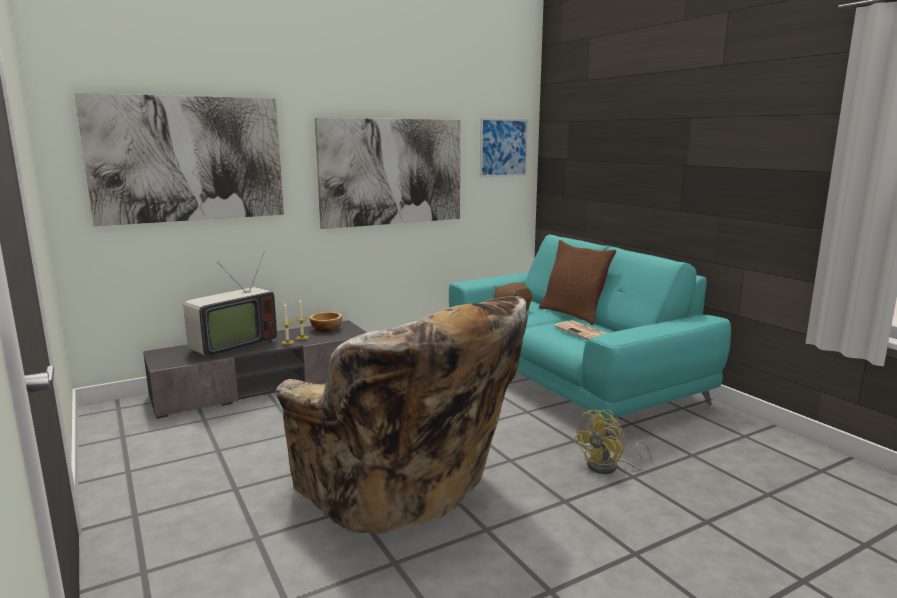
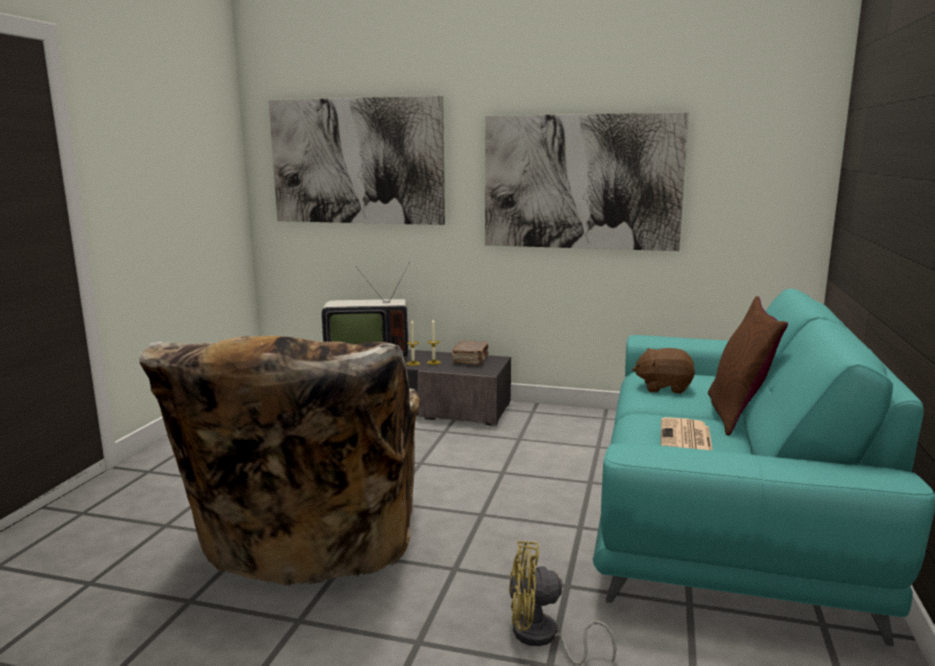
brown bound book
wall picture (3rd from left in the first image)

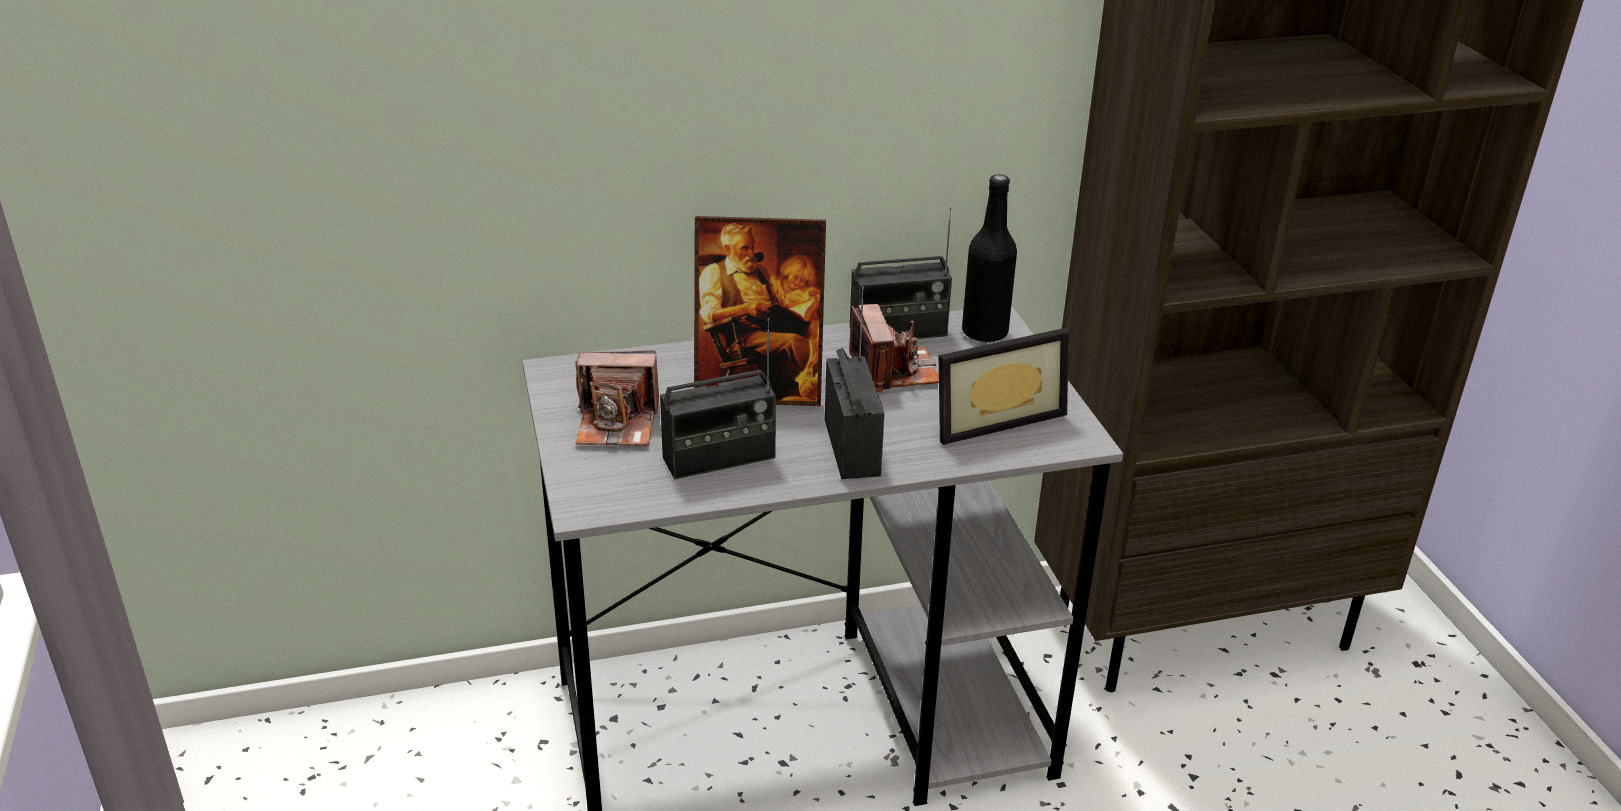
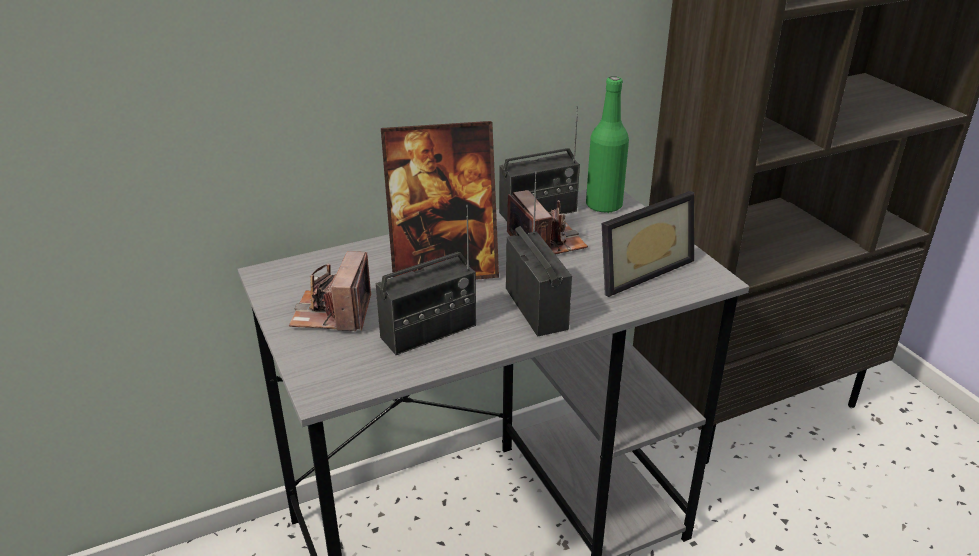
photo camera (1st from left)
greenish bottle

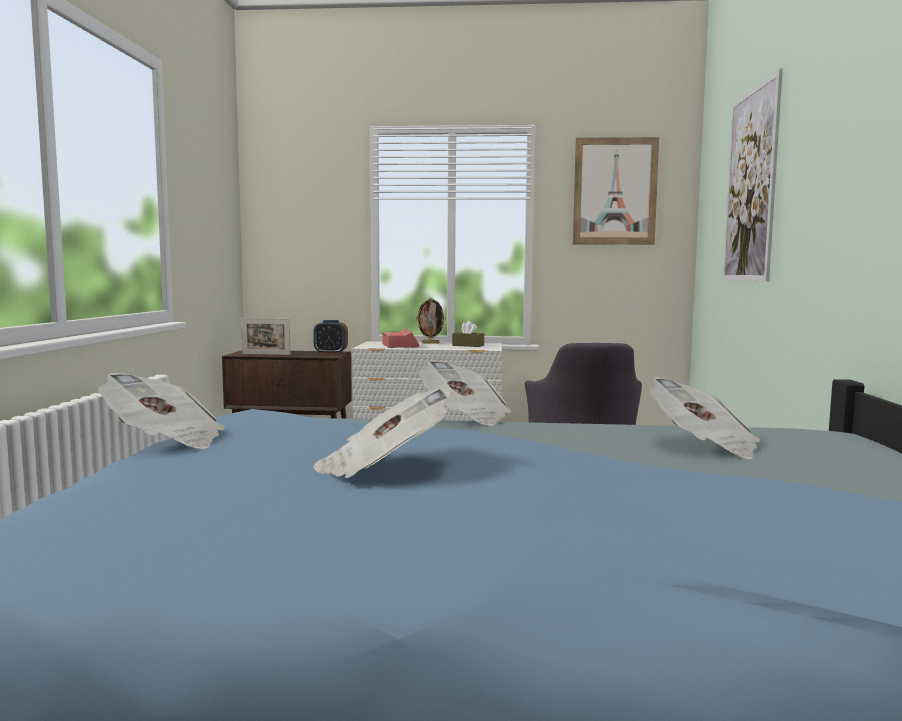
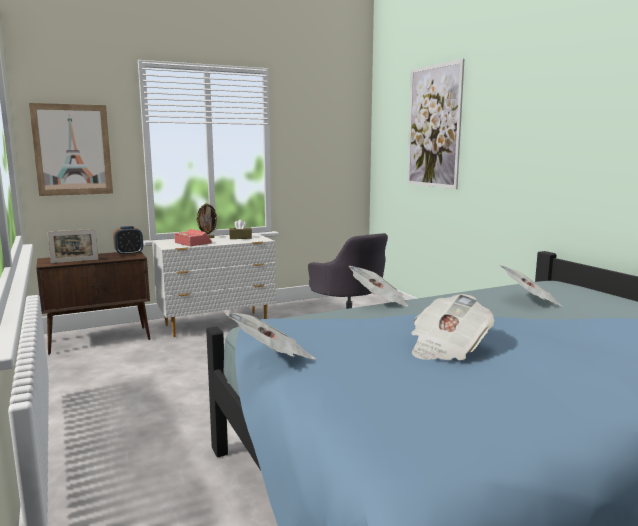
wall picture (1st from left)

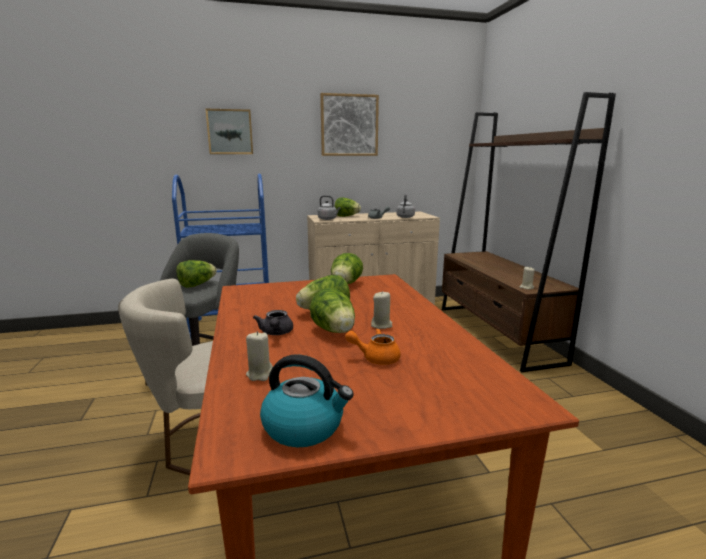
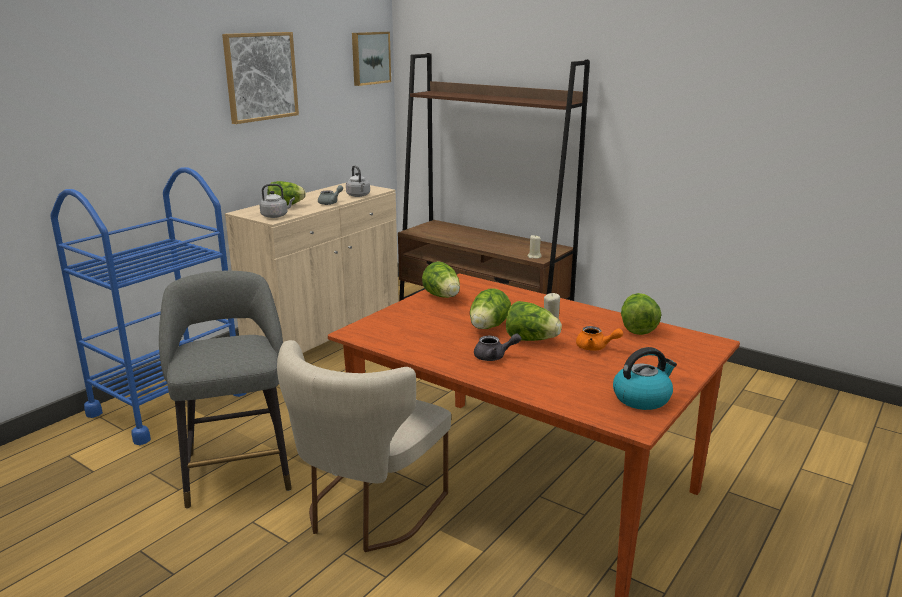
wall picture (2nd from left)
gray pot for tea (2nd from left)
orangey pot for tea
lettuce head (5th from left)
beige wax candle (1st from left in the first image)

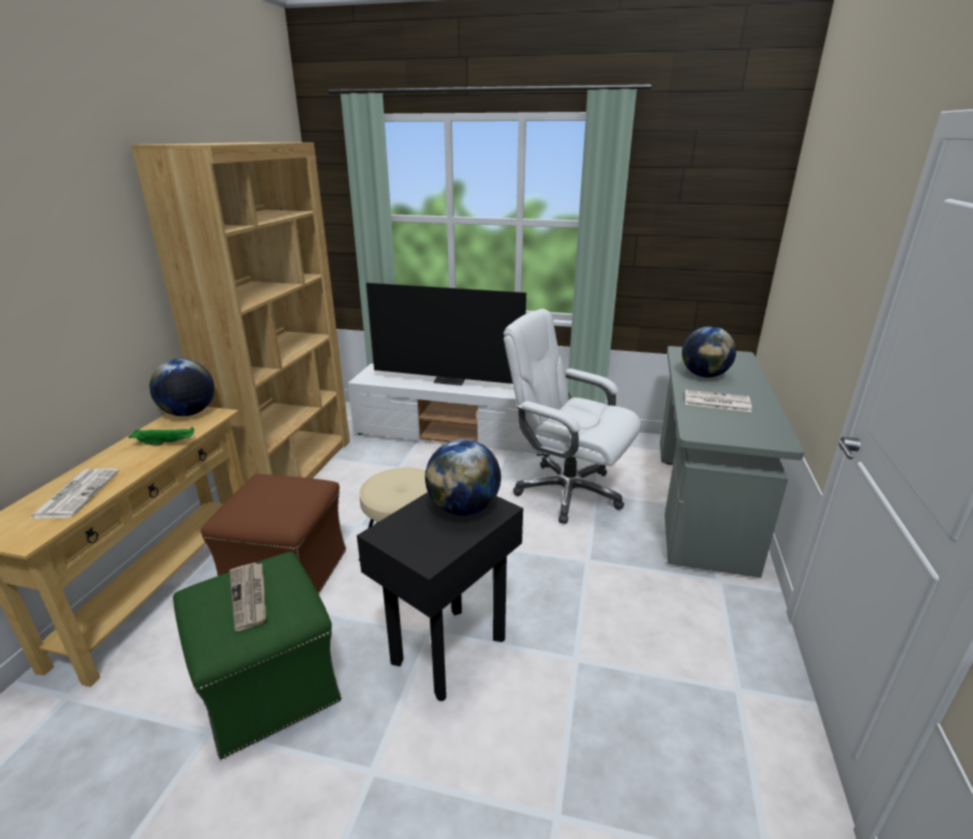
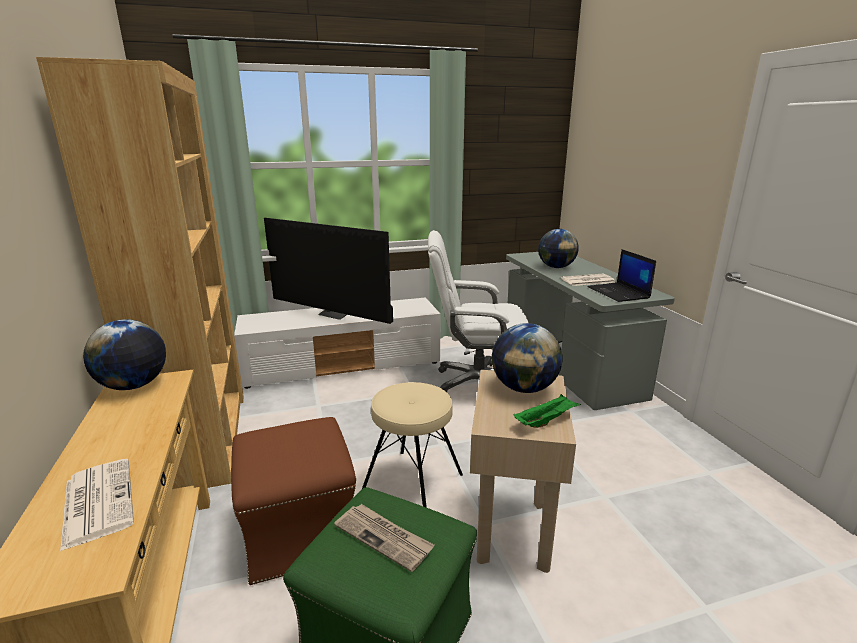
TV set
beige side table
greenish serving tray
portable computer

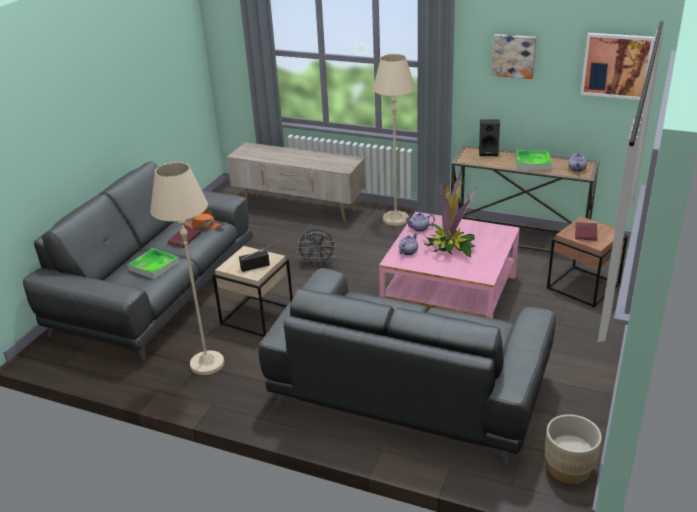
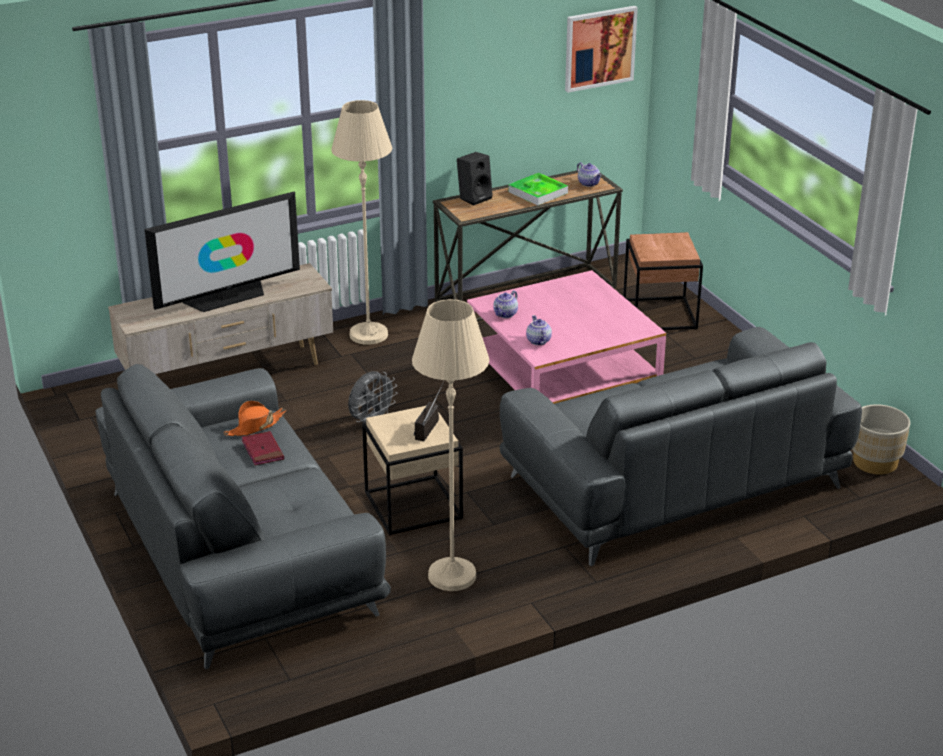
TV set
serving tray (1st from left in the first image)
potted plant
wall picture (1st from left in the first image)
red-coloured bound book (2nd from left in the first image)

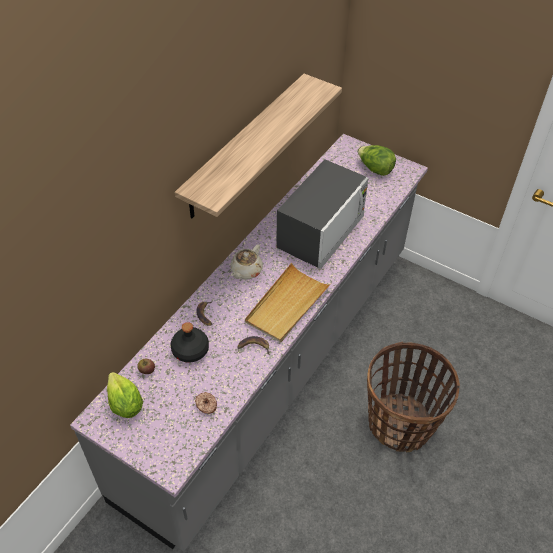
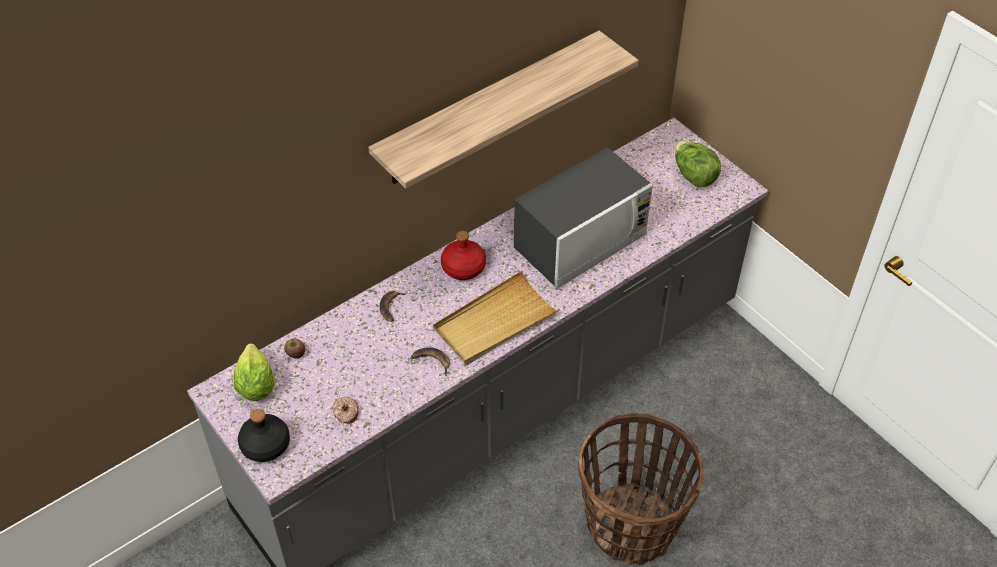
black-coloured bottle
red-coloured bottle

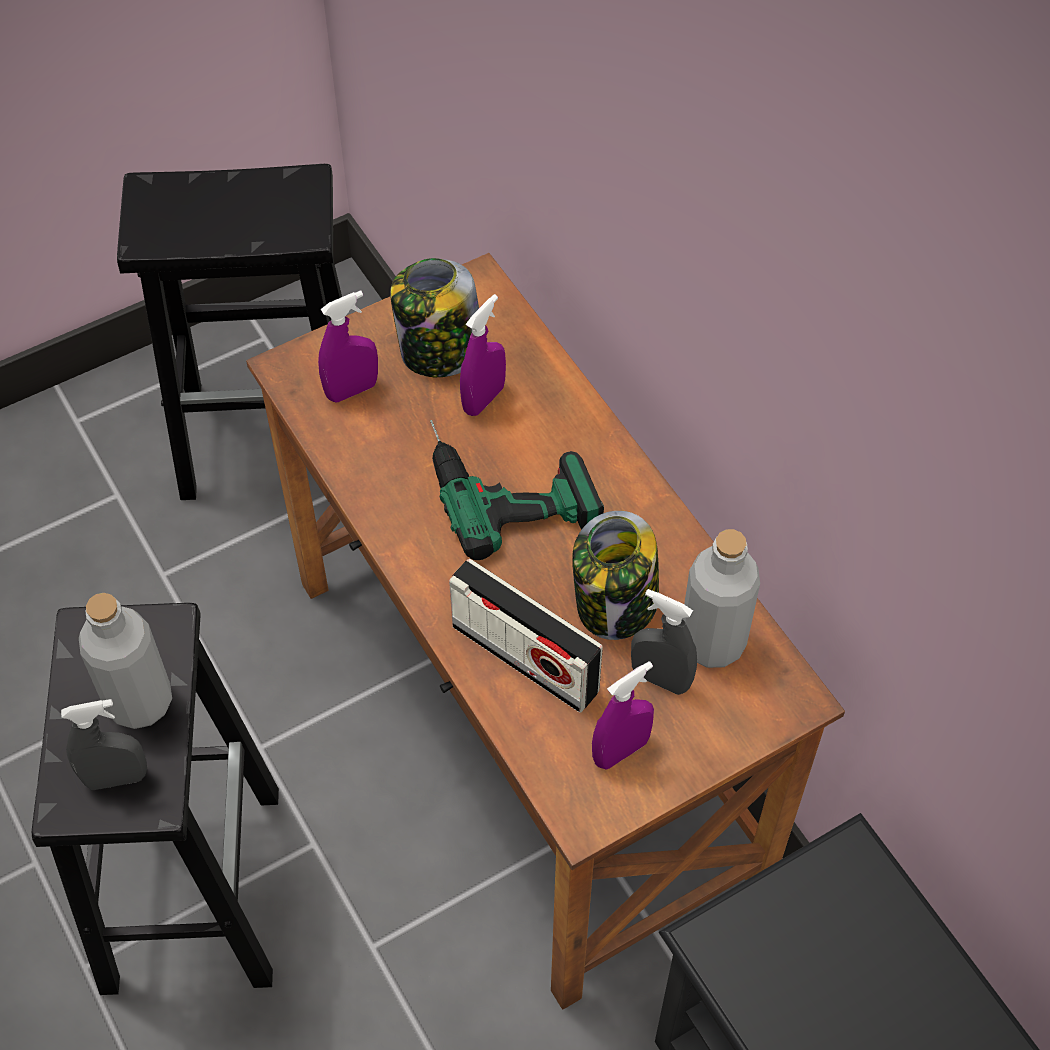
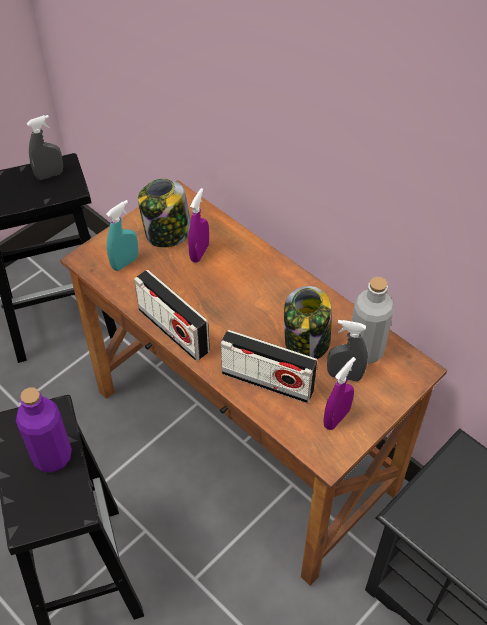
purplish bottle
gray hand sprayer (1st from left)
turquoise-coloured hand sprayer
radio receiver (1st from left)
electric drill

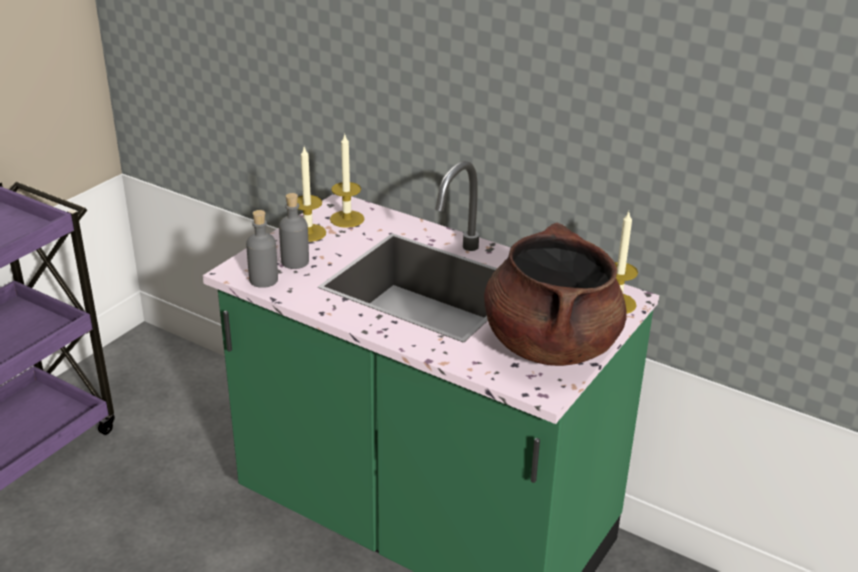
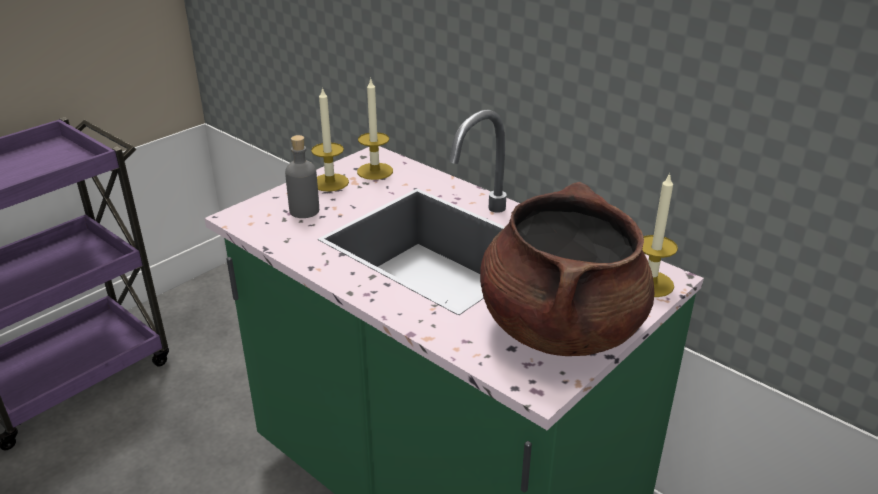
gray bottle (1st from left in the first image)

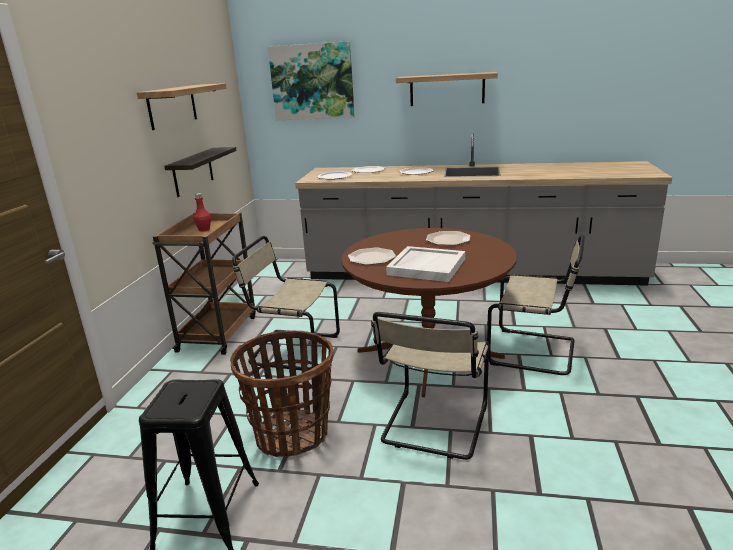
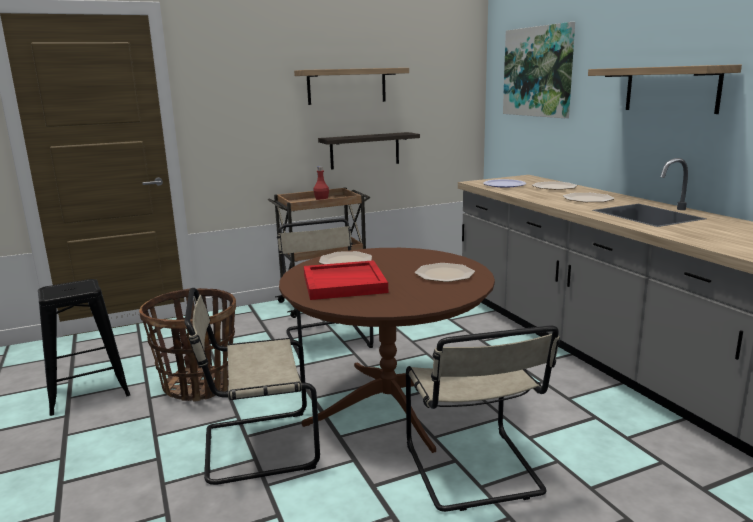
red-coloured serving tray

